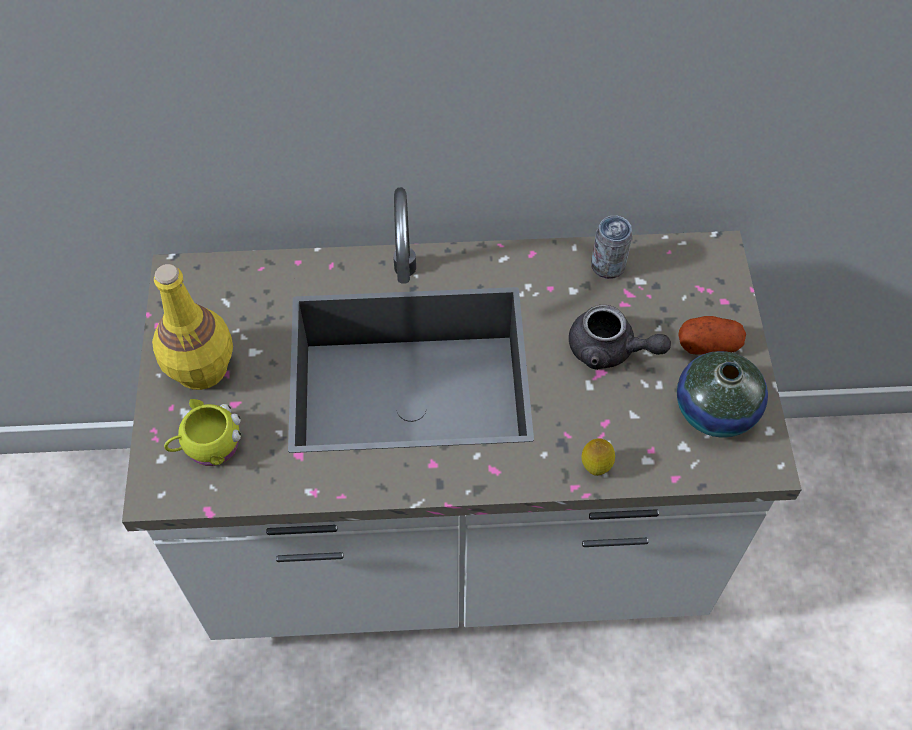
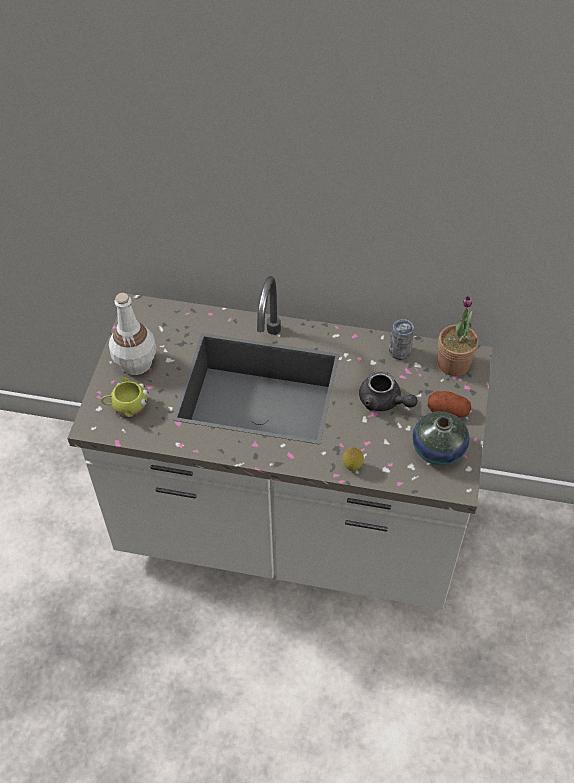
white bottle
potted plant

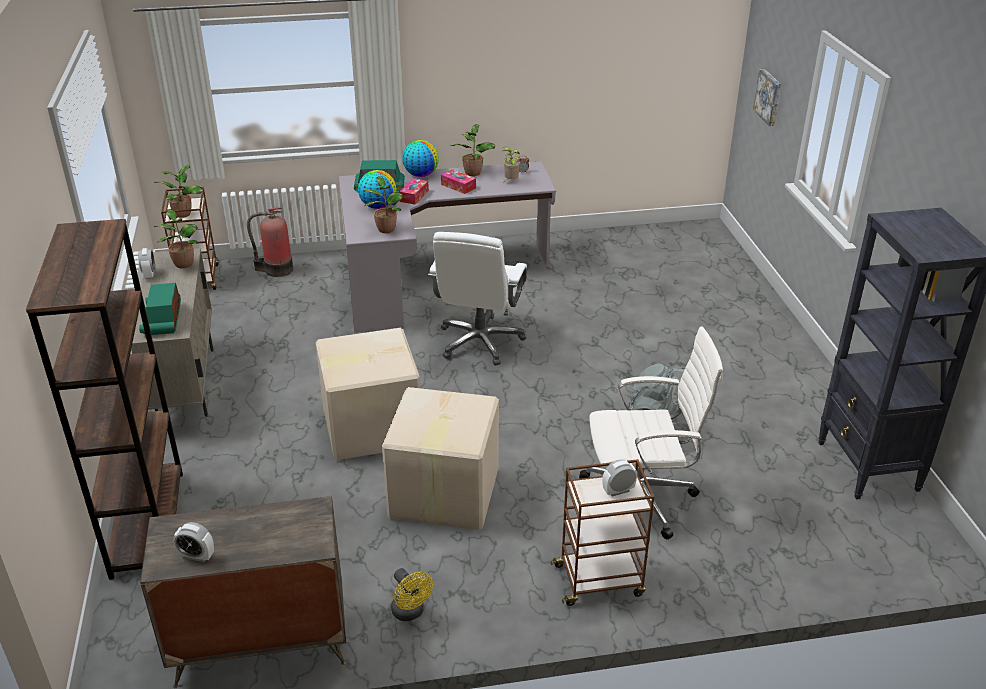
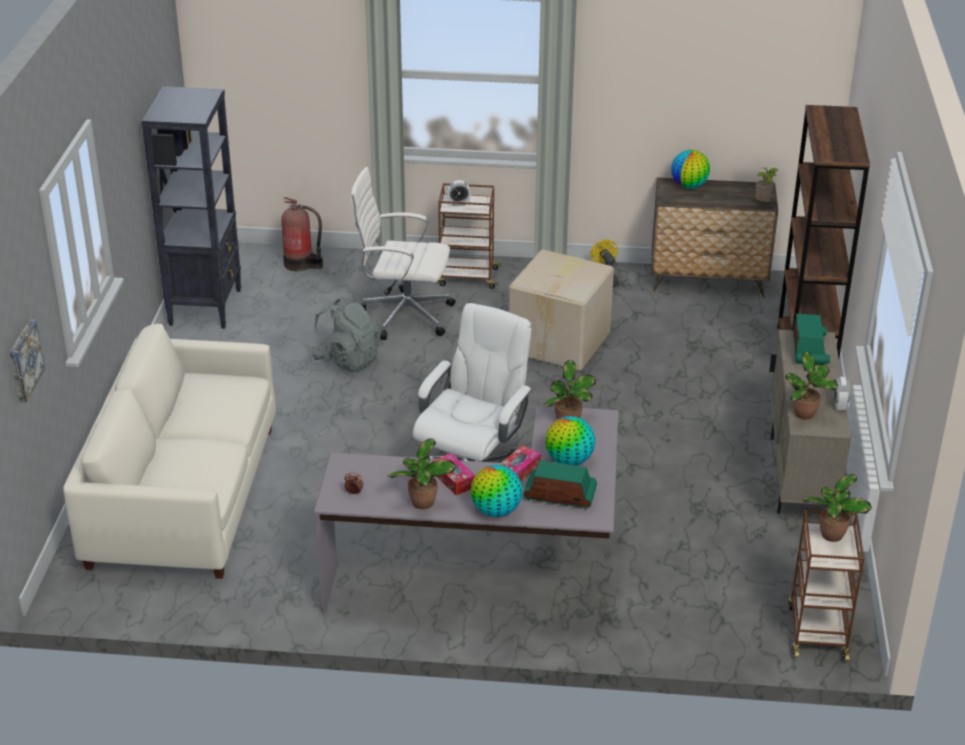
white couch
fire-fighting cylinder
desk globe (3rd from left)
potted plant (3rd from left)
table clock (2nd from left in the first image)
cardboard box (1st from left in the first image)

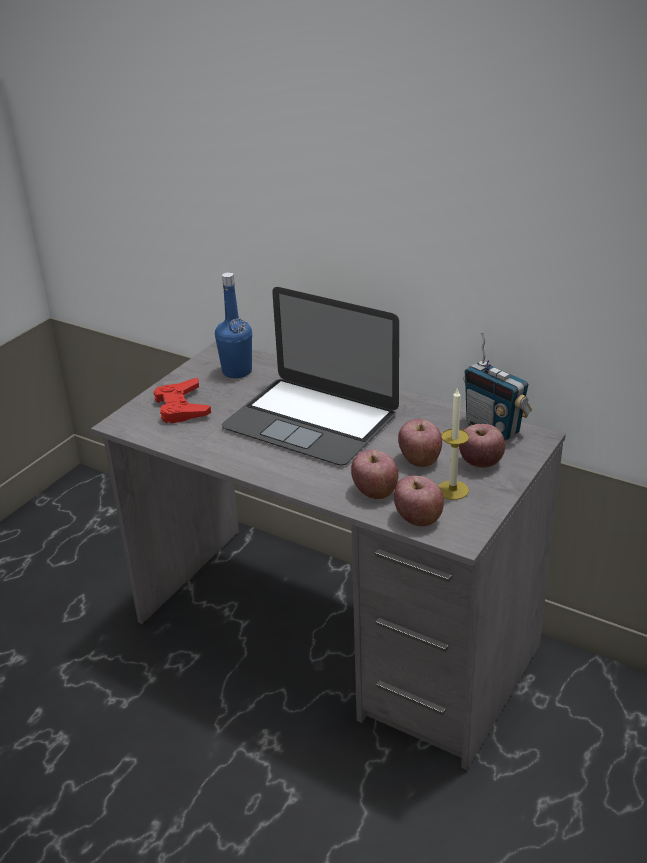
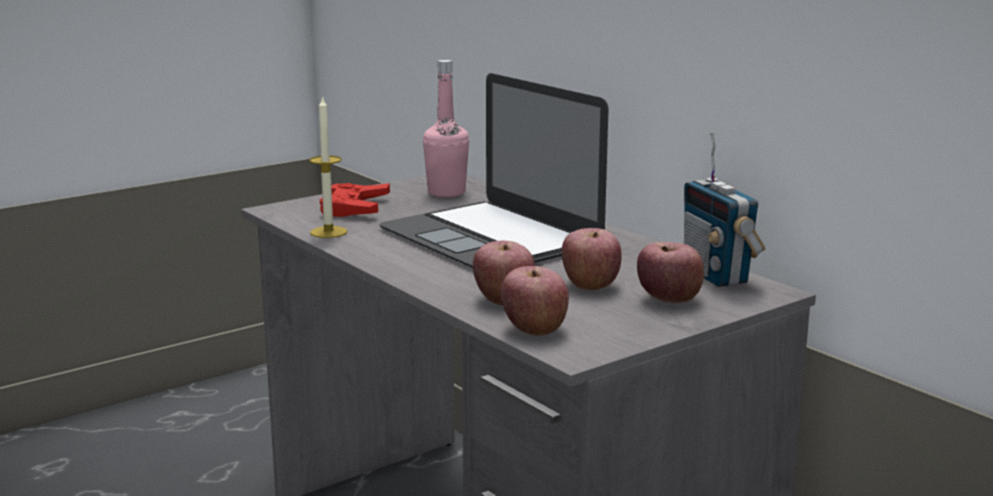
wax candle
pink-coloured bottle

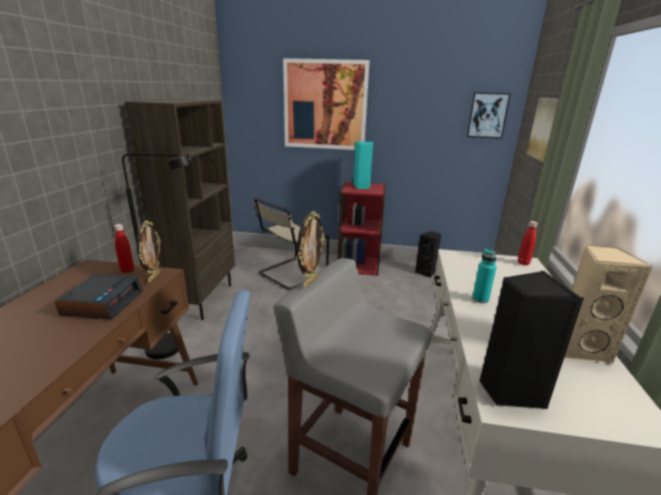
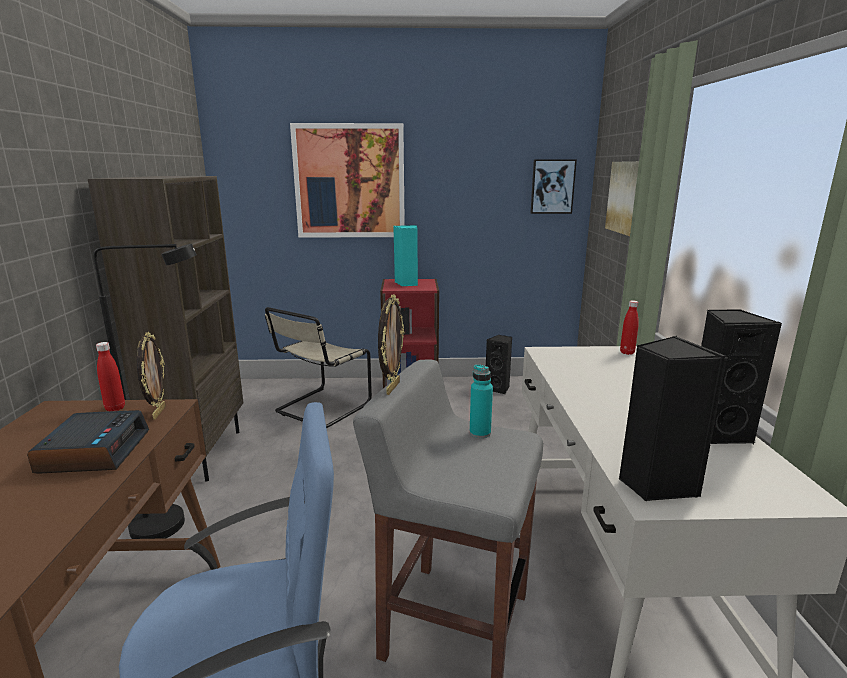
turquoise-coloured bottle
black-coloured audio speaker (3rd from left)

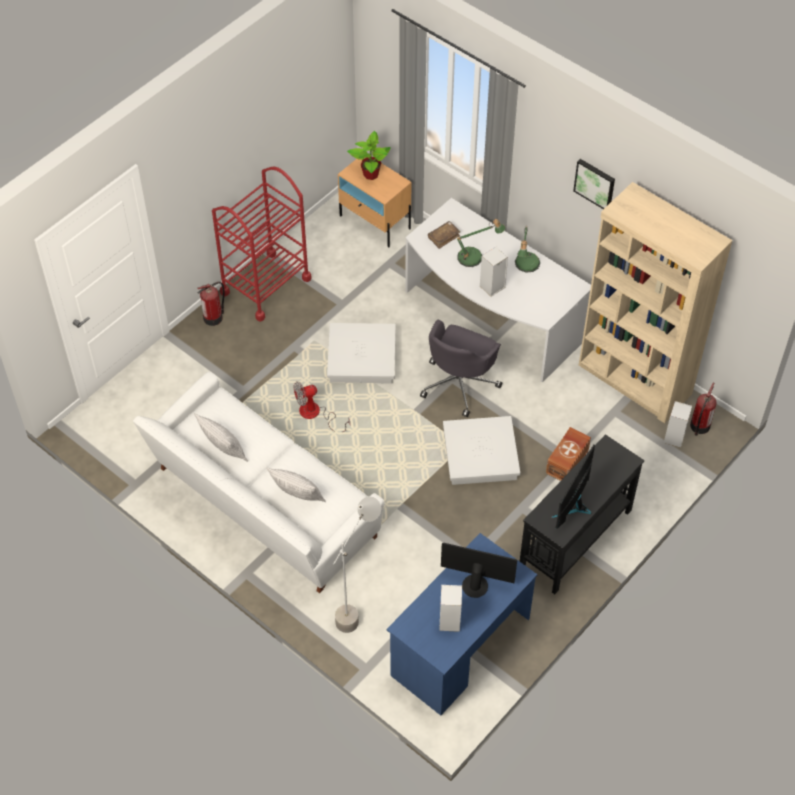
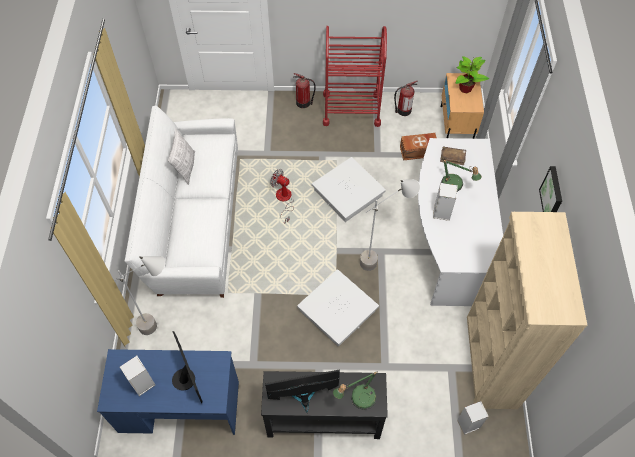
lamp for a table (1st from left)
gray standard lamp (2nd from left)
fire-fighting cylinder (2nd from left)
brown storage bin
cushion (2nd from left in the first image)

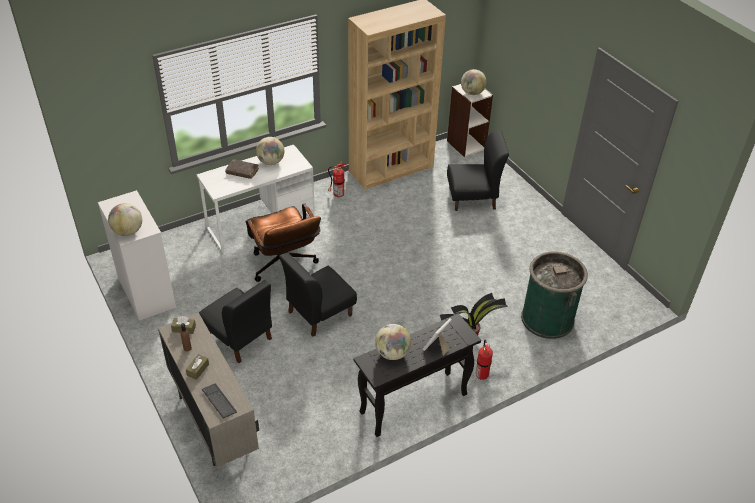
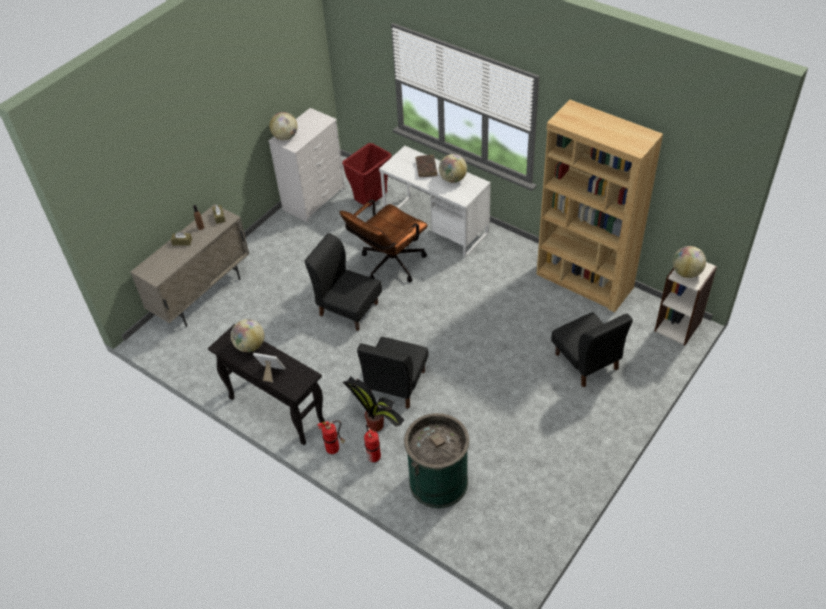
red-coloured rubbish bin
black-coloured chair (2nd from left)
fire-fighting cylinder (2nd from left)
PC keyboard

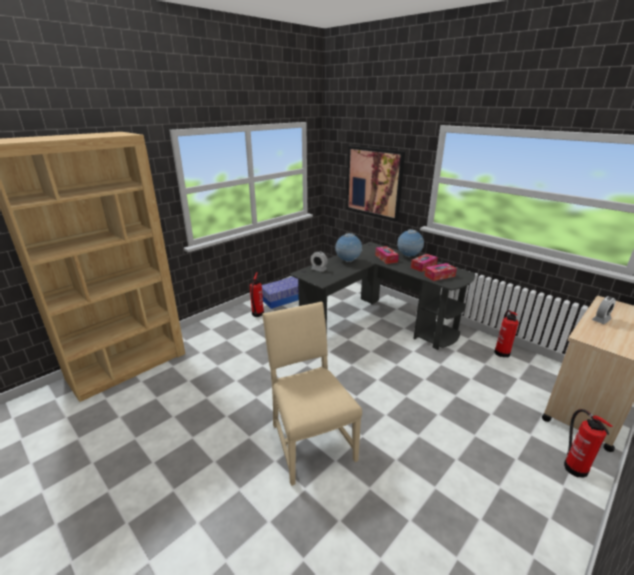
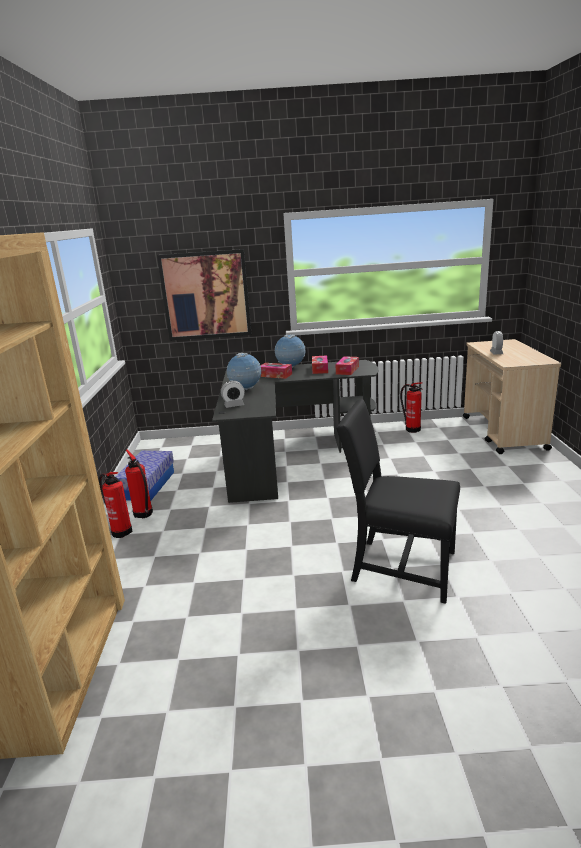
fire-fighting cylinder (1st from left)
black-coloured chair

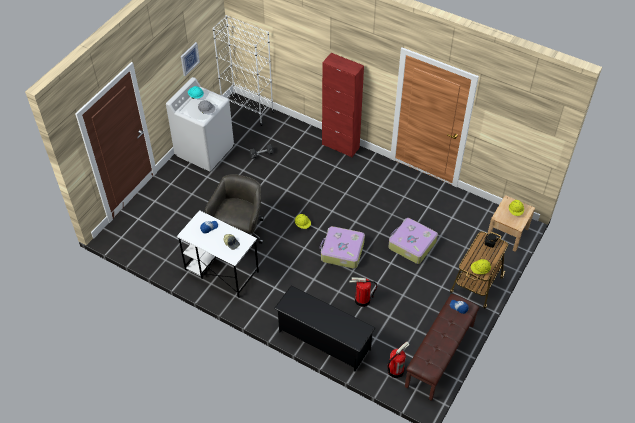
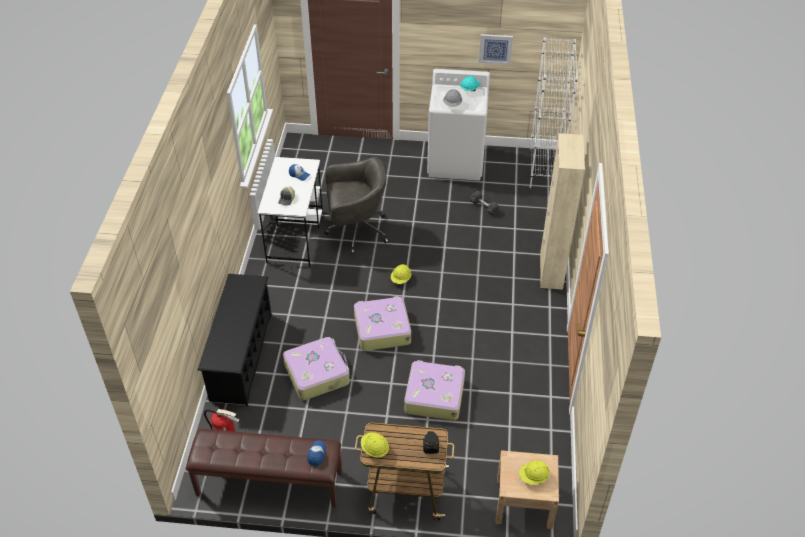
piece of luggage (1st from left)
beige cupboard

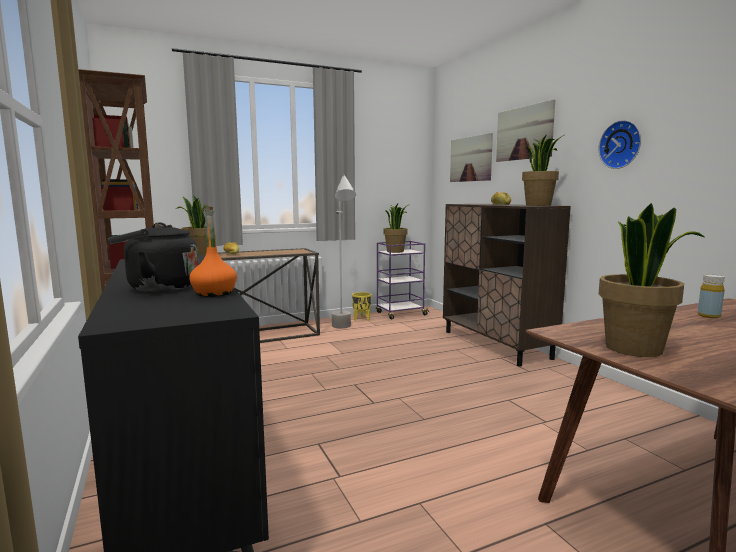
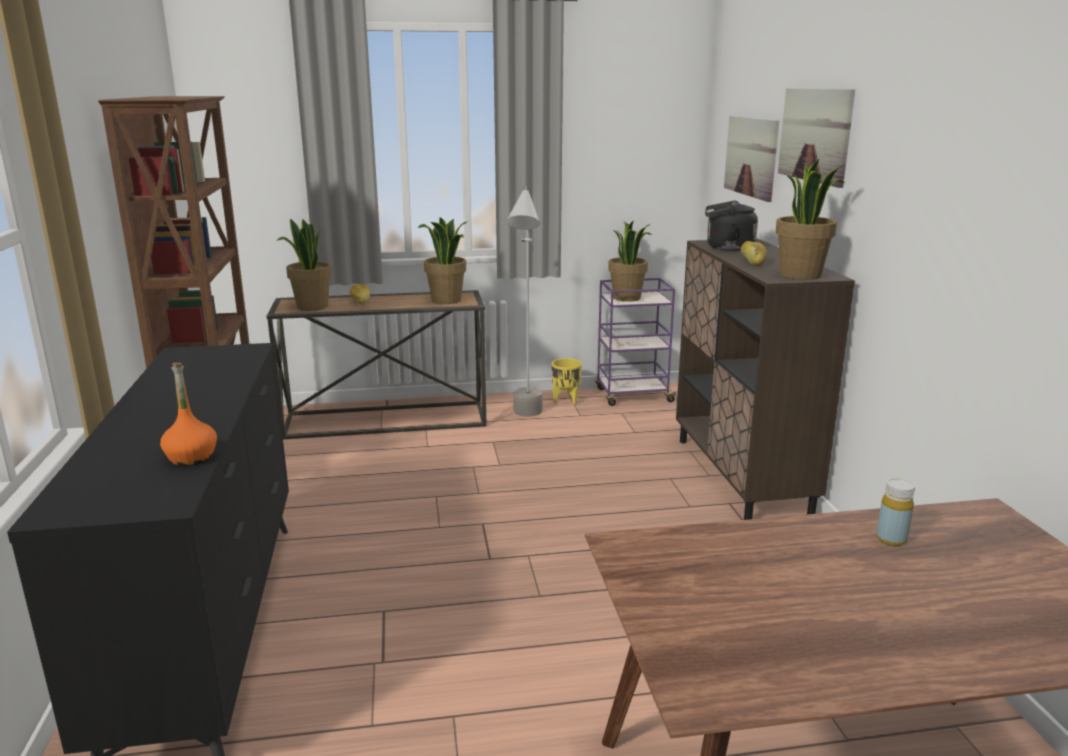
potted plant (2nd from left)
black-coloured water kettle
hanging clock

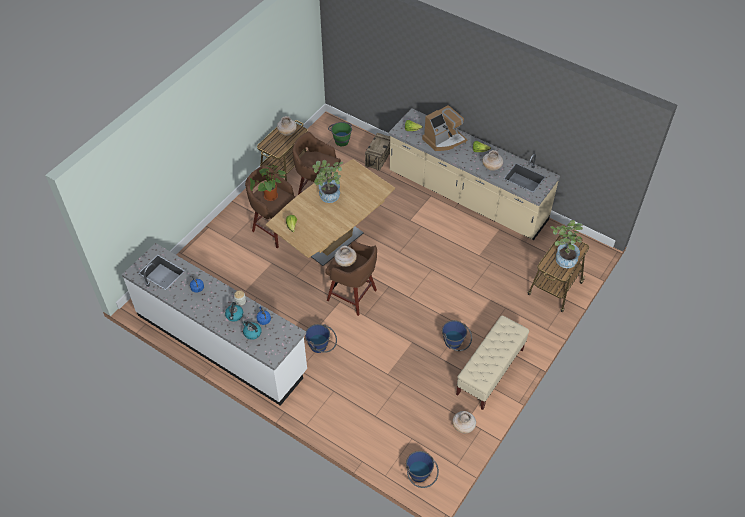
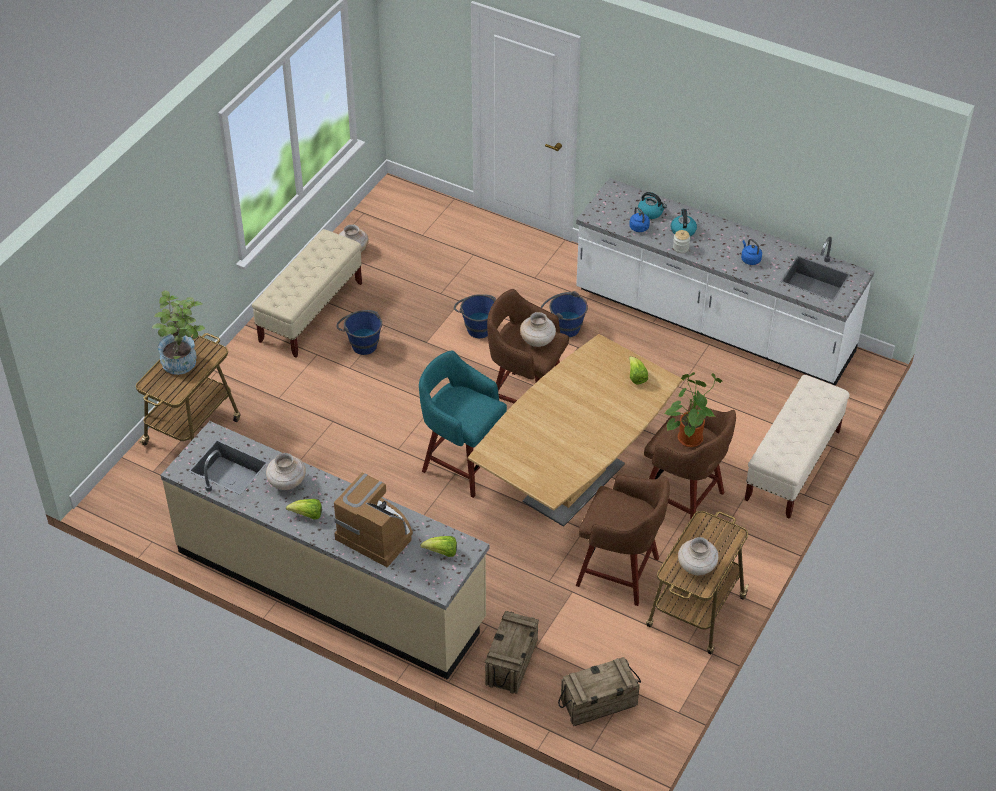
coffee maker
turquoise-coloured stool seat
blue bucket (2nd from left)
packing crate (2nd from left)
beige long seat (2nd from left)
potted plant (2nd from left in the first image)

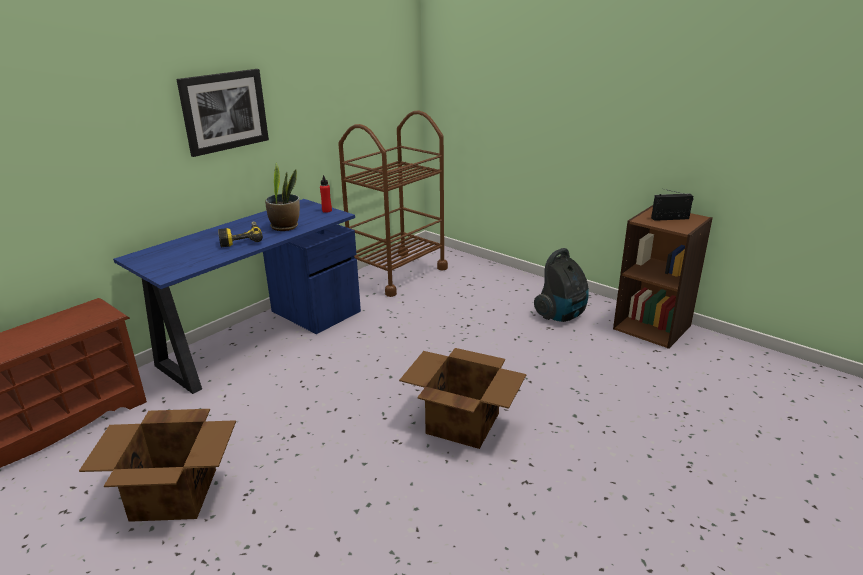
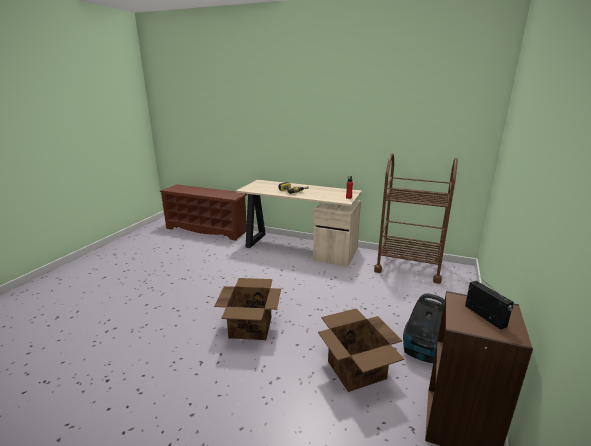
beige desk unit
cardboard box (2nd from left)
wall picture
potted plant

